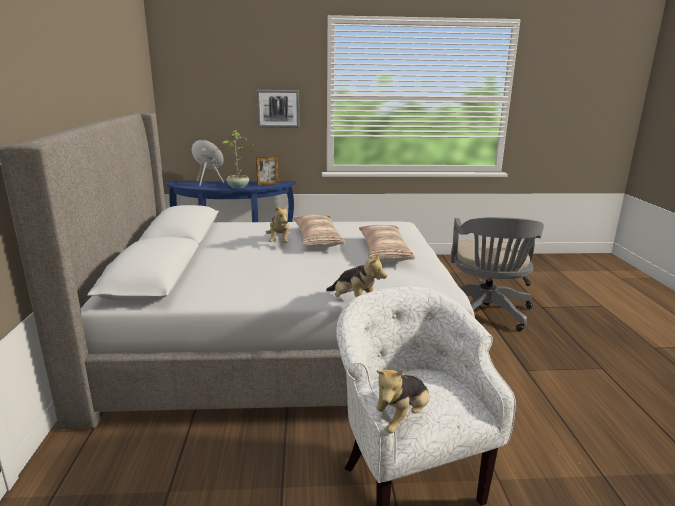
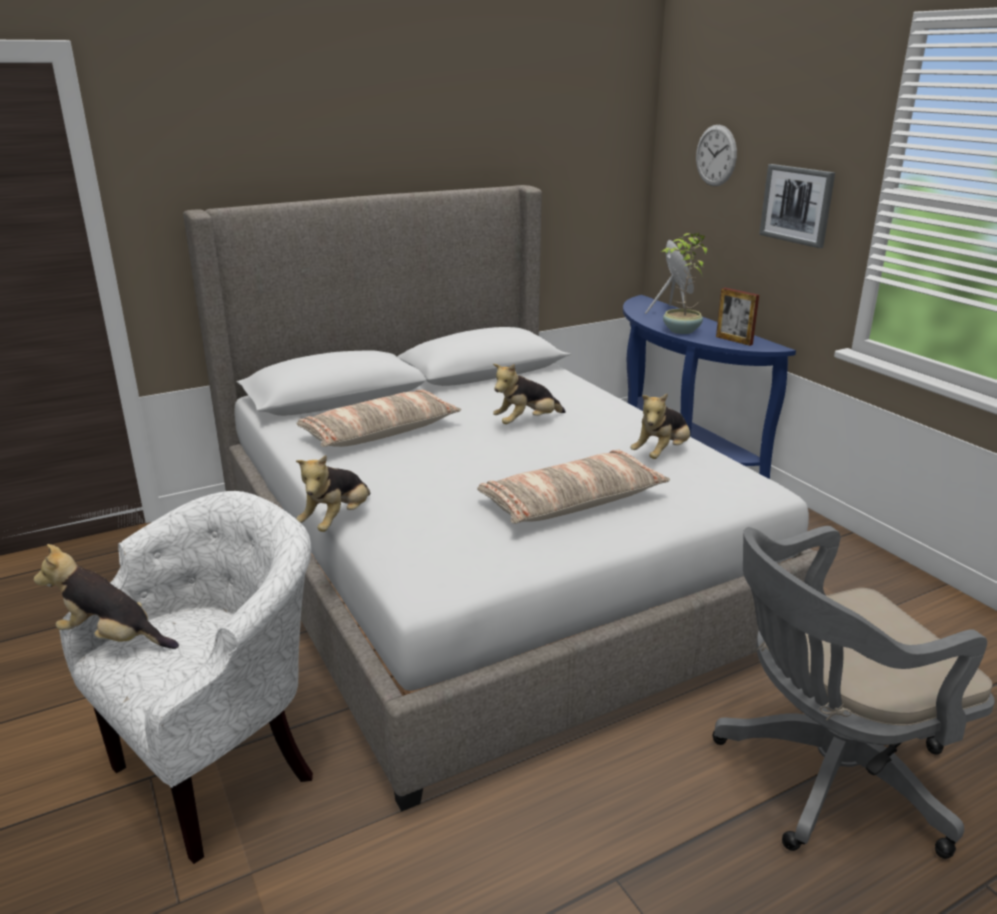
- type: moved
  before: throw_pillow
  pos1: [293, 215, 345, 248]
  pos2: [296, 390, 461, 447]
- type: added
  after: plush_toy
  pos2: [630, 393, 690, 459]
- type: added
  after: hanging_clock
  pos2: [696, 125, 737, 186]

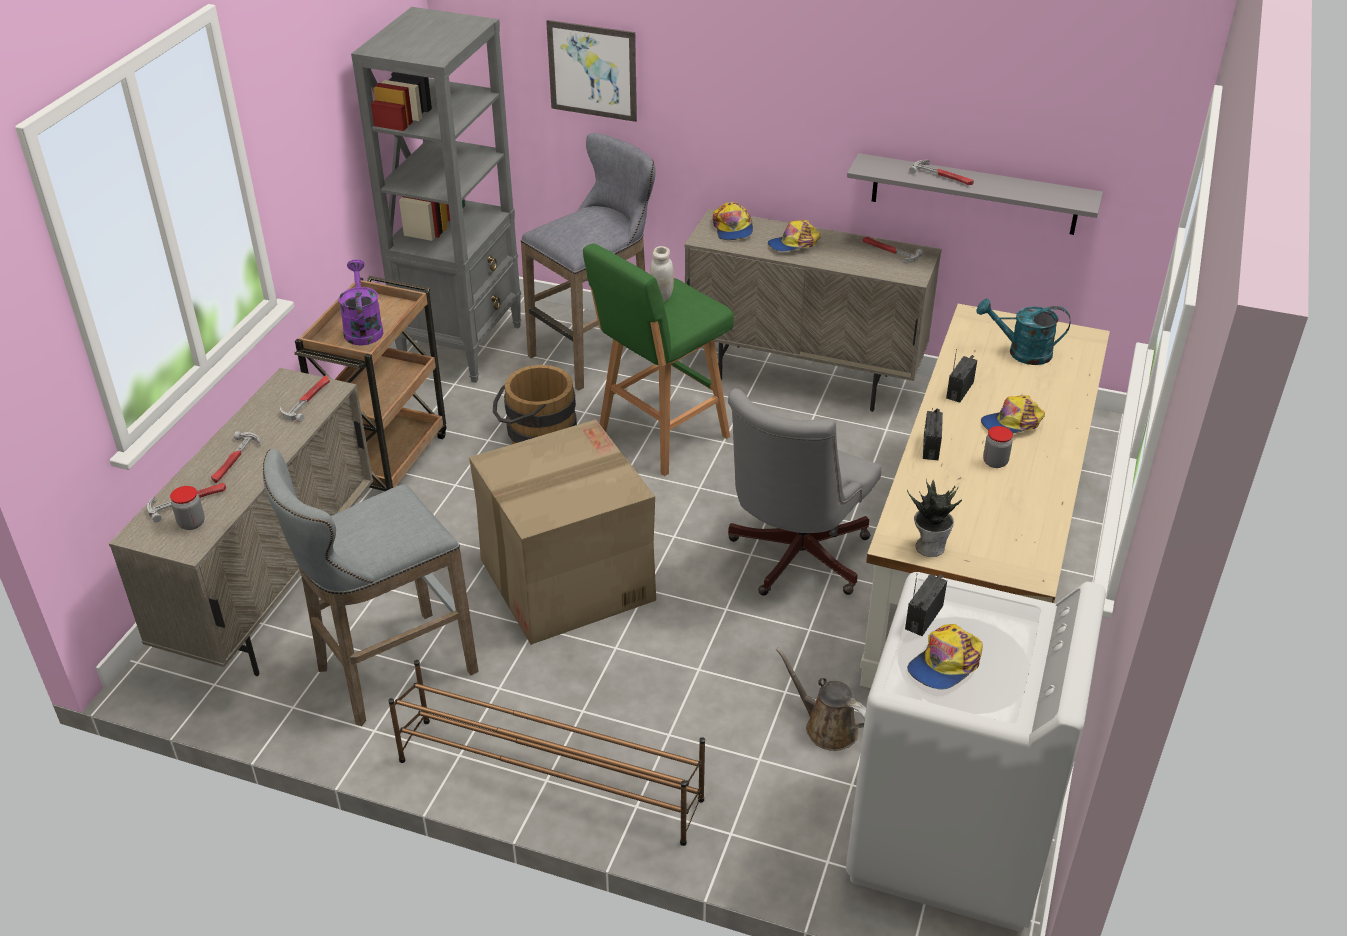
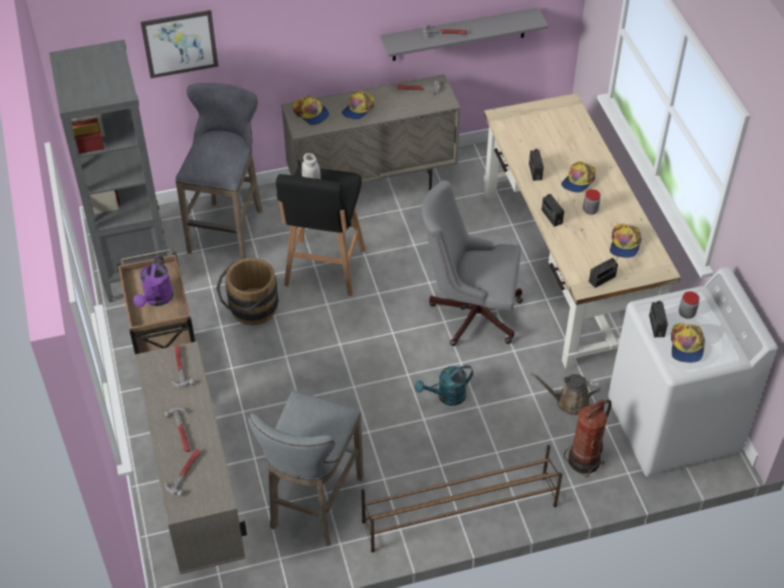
- type: turned
  before: purplish_sprinkling_can
  pos1: [339, 260, 383, 346]
  pos2: [133, 255, 173, 307]
  turn: -120
- type: recoloured
  before: green_stool_seat
  after: black_stool_seat
  pos1: [583, 243, 734, 476]
  pos2: [276, 166, 366, 296]
- type: moved
  before: turquoise-coloured_sprinkling_can
  pos1: [976, 298, 1070, 365]
  pos2: [415, 365, 473, 406]
- type: turned
  before: greyish_computer_chair
  pos1: [728, 388, 881, 596]
  pos2: [421, 180, 523, 346]
  turn: 105
- type: added
  after: fire_extinguisher
  pos2: [564, 399, 612, 477]
- type: replaced
  before: houseplant
  after: radio
  pos1: [907, 479, 962, 557]
  pos2: [589, 249, 619, 288]
- type: added
  after: baseball_cap
  pos2: [610, 223, 642, 258]
- type: moved
  before: jar
  pos1: [170, 486, 205, 530]
  pos2: [679, 291, 699, 319]
- type: removed
  before: cardboard_box
  pos1: [469, 419, 656, 645]

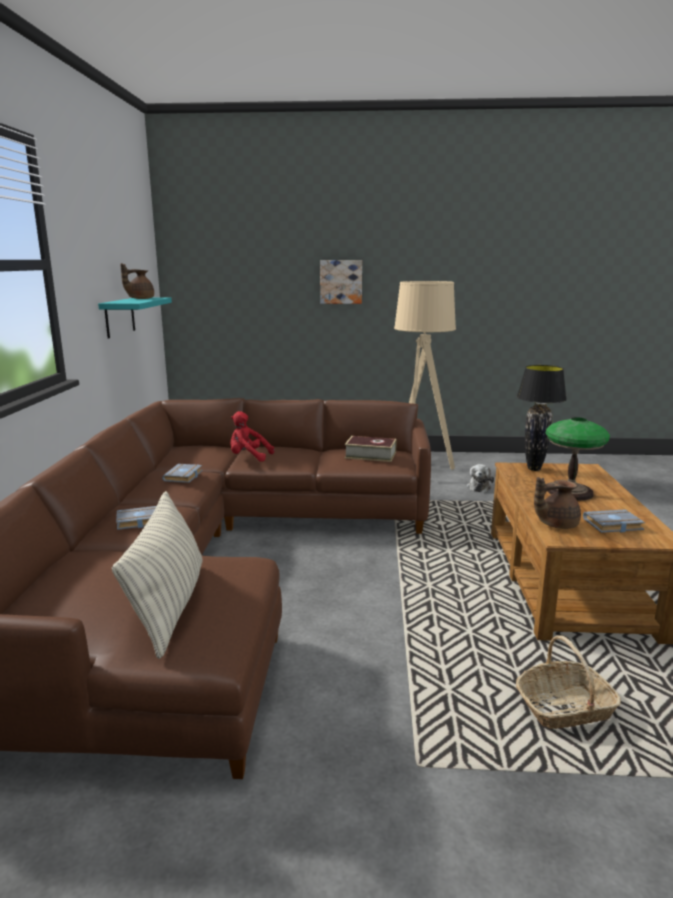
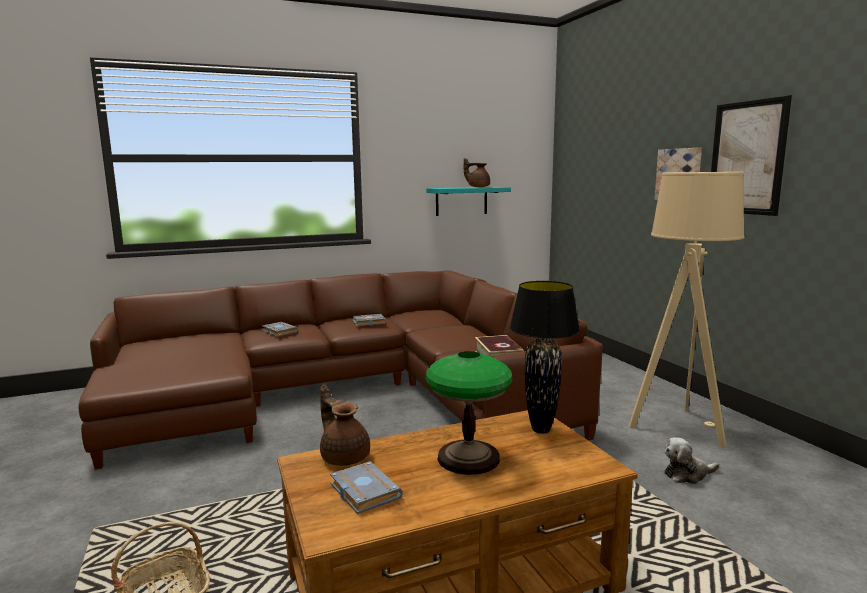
- type: added
  after: wall_picture
  pos2: [711, 95, 792, 216]
- type: removed
  before: throw_pillow
  pos1: [112, 491, 203, 659]
- type: removed
  before: red-coloured_plush_toy
  pos1: [231, 411, 274, 462]

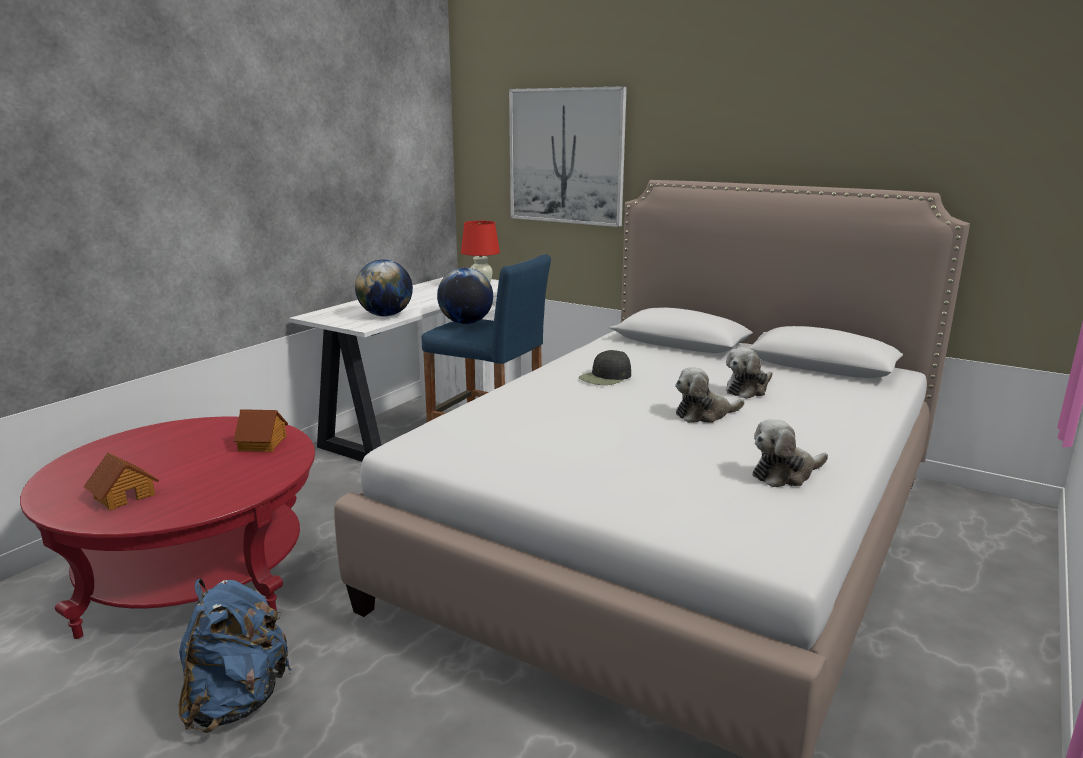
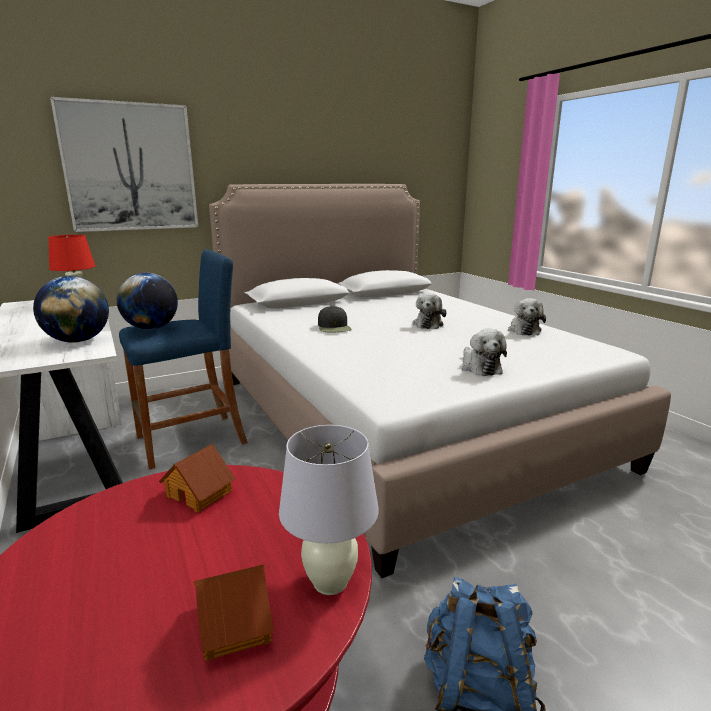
- type: added
  after: white_lamp_for_a_table
  pos2: [279, 425, 379, 595]
- type: moved
  before: plush_toy
  pos1: [726, 347, 773, 399]
  pos2: [462, 329, 507, 376]

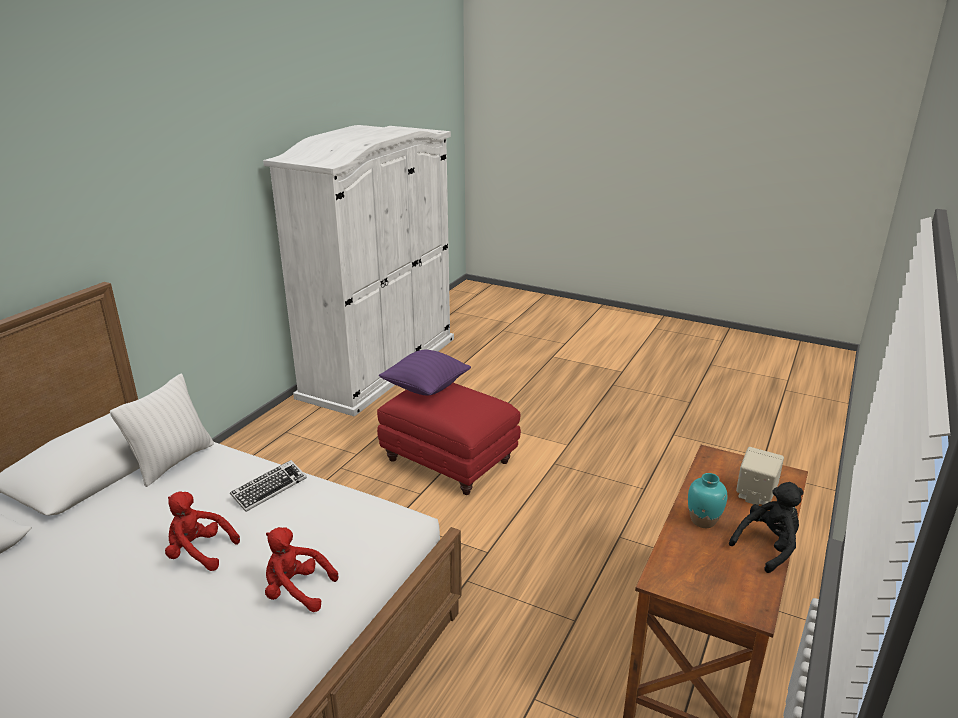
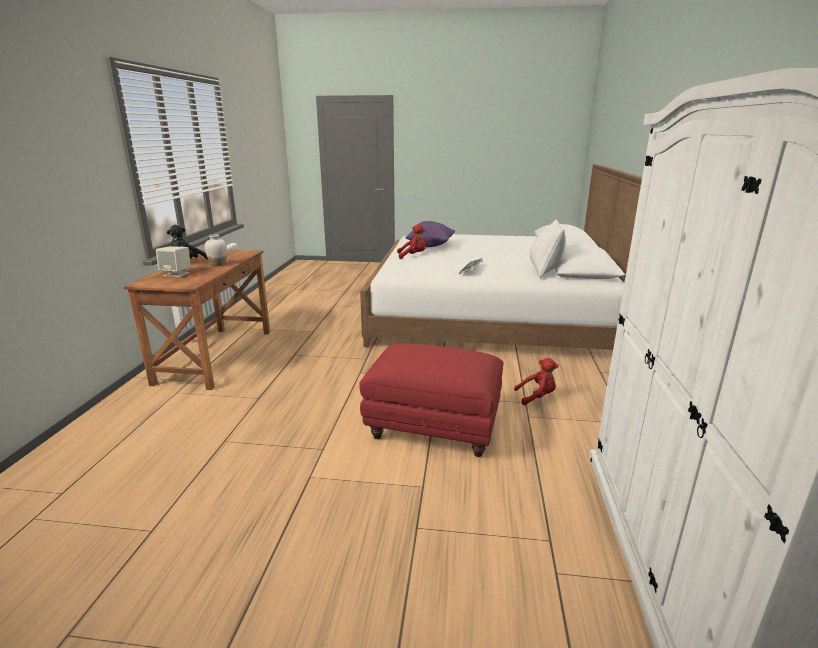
- type: recoloured
  before: turquoise-coloured_vase
  after: white_vase
  pos1: [688, 473, 727, 528]
  pos2: [205, 235, 227, 266]
- type: moved
  before: purplish_throw_pillow
  pos1: [379, 350, 471, 395]
  pos2: [406, 221, 455, 247]
- type: moved
  before: red-coloured_plush_toy
  pos1: [165, 491, 240, 571]
  pos2: [514, 358, 559, 405]

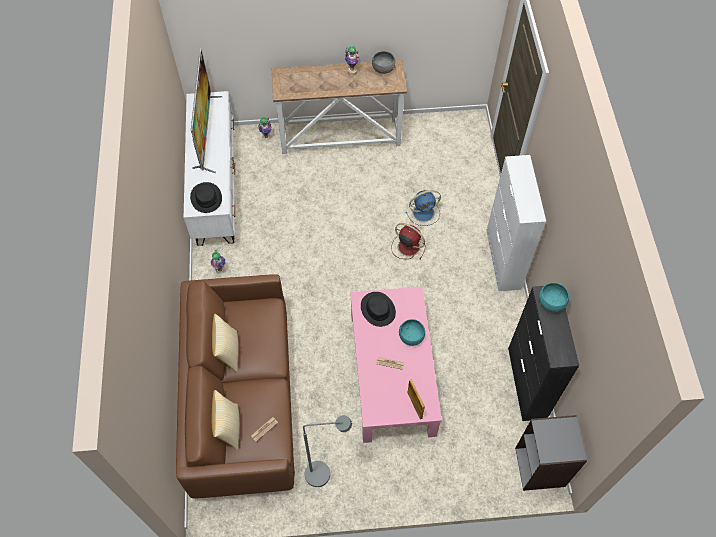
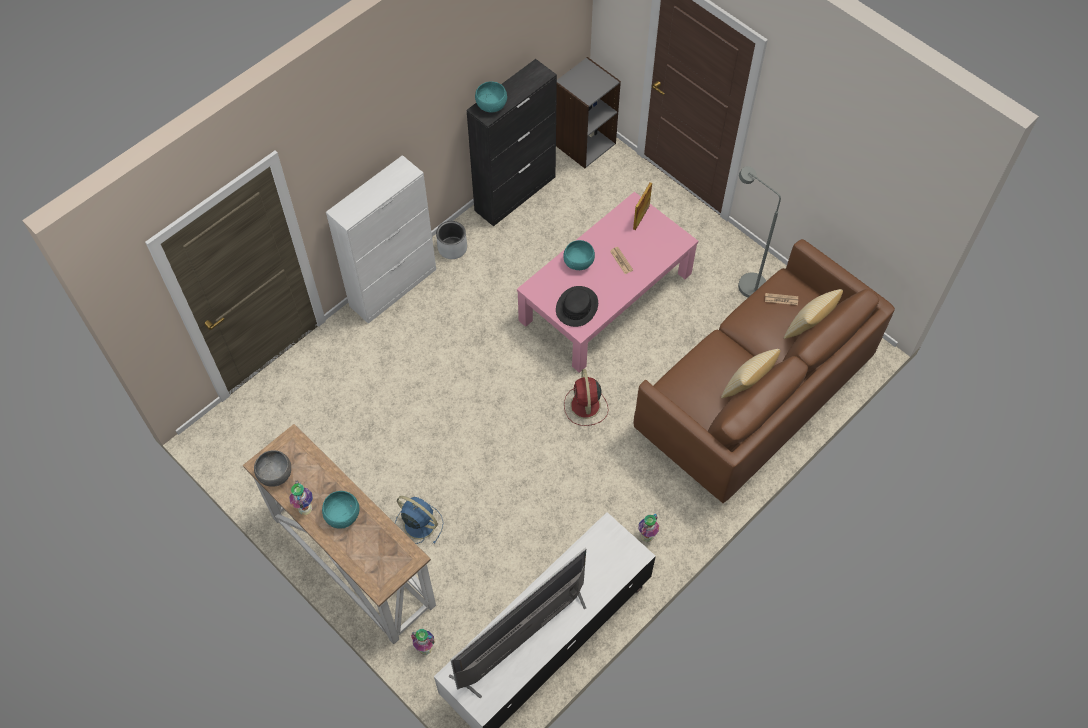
- type: added
  after: turquoise-coloured_bowl
  pos2: [322, 491, 359, 529]
- type: moved
  before: blue-coloured_cooling_fan
  pos1: [406, 190, 441, 226]
  pos2: [395, 496, 443, 544]
- type: added
  after: greyish_plant_pot
  pos2: [436, 221, 467, 259]
- type: moved
  before: red-coloured_cooling_fan
  pos1: [391, 223, 425, 259]
  pos2: [564, 369, 609, 426]
- type: removed
  before: black_hat
  pos1: [190, 182, 222, 213]

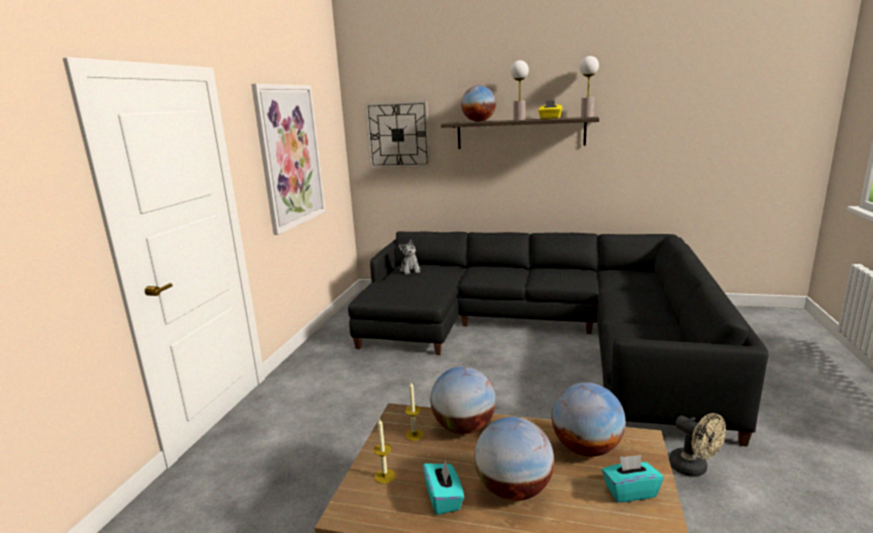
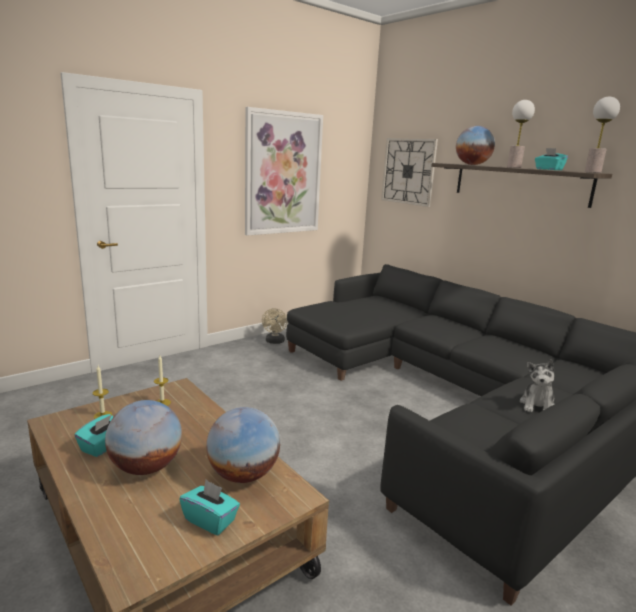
- type: moved
  before: beige_cooling_fan
  pos1: [669, 413, 726, 477]
  pos2: [262, 308, 288, 344]
- type: moved
  before: plush_toy
  pos1: [399, 239, 421, 274]
  pos2: [520, 359, 555, 412]
- type: recoloured
  before: yellowish_tissue_box
  after: turquoise-coloured_tissue_box
  pos1: [538, 100, 563, 119]
  pos2: [535, 148, 568, 170]
- type: removed
  before: desk_globe
  pos1: [430, 366, 496, 434]

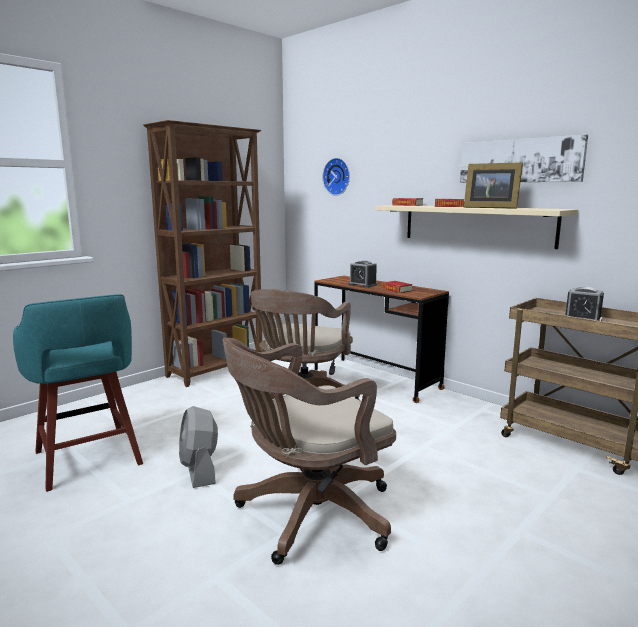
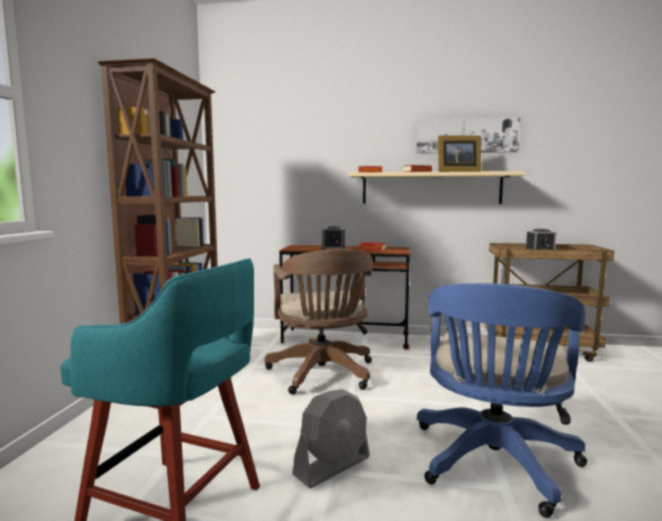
- type: turned
  before: greyish_cooling_fan
  pos1: [179, 406, 218, 488]
  pos2: [292, 389, 370, 488]
  turn: -75
- type: recoloured
  before: brown-coloured_computer_chair
  after: blue-coloured_computer_chair
  pos1: [223, 338, 396, 565]
  pos2: [417, 283, 587, 518]
- type: removed
  before: hanging_clock
  pos1: [323, 158, 350, 195]

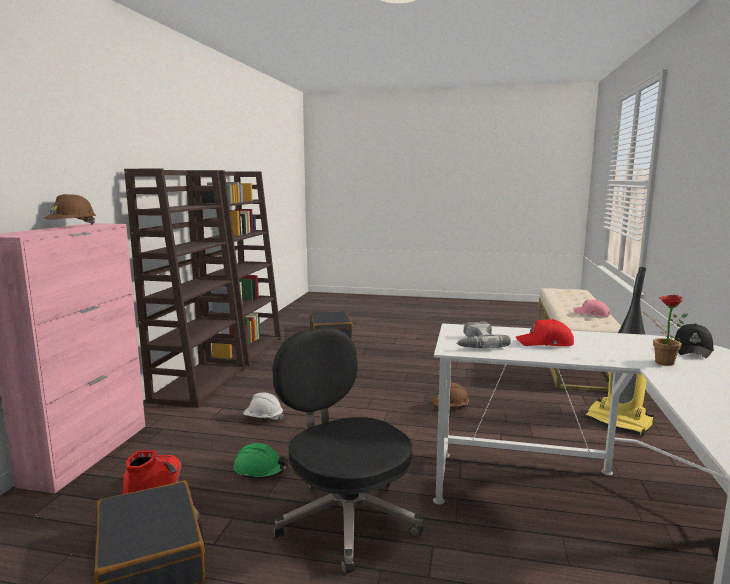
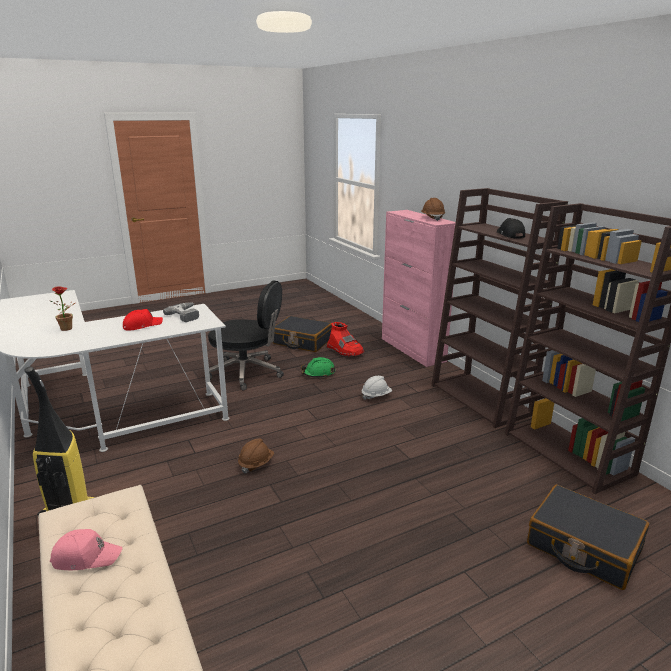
- type: moved
  before: black_baseball_cap
  pos1: [674, 323, 714, 358]
  pos2: [497, 218, 525, 238]

